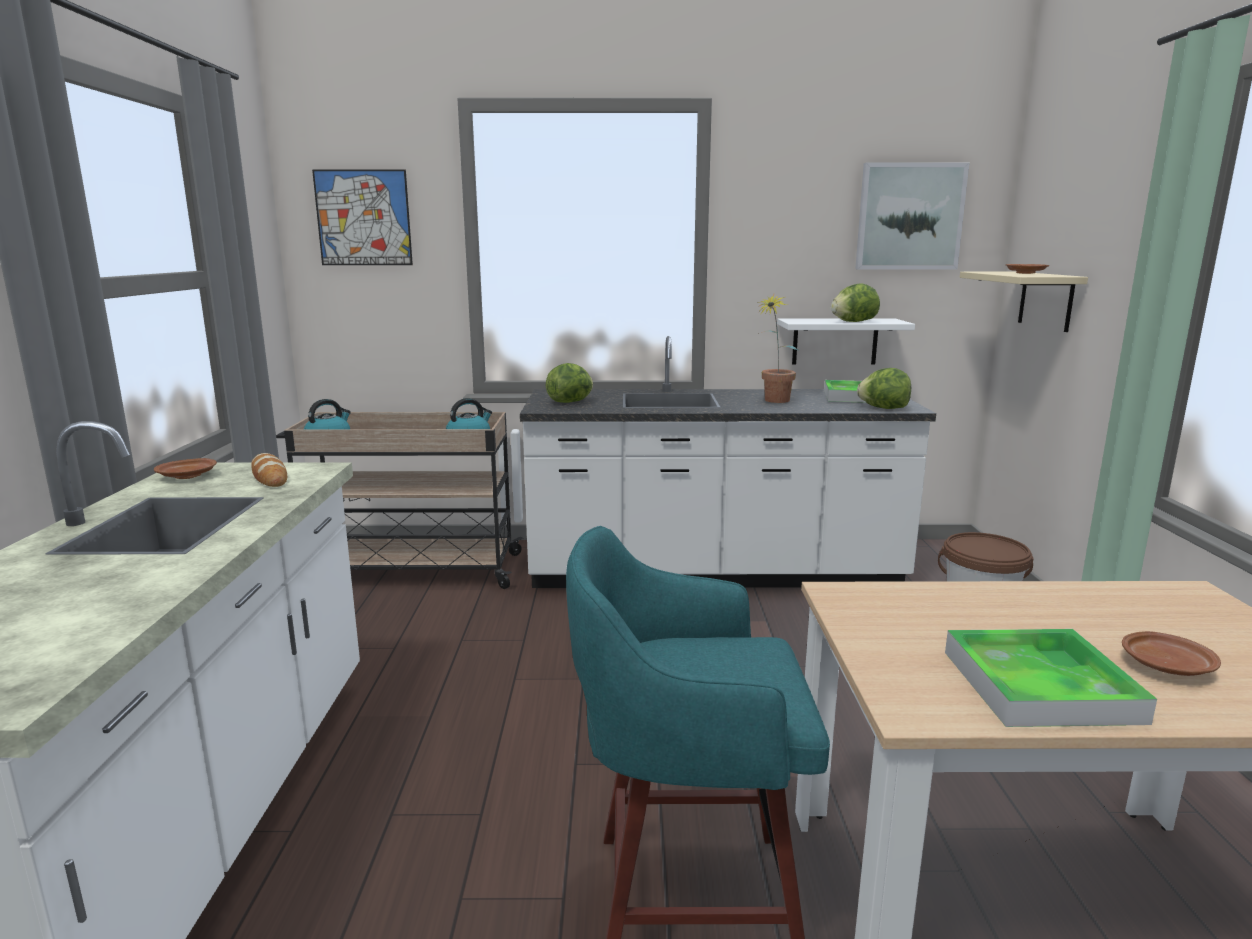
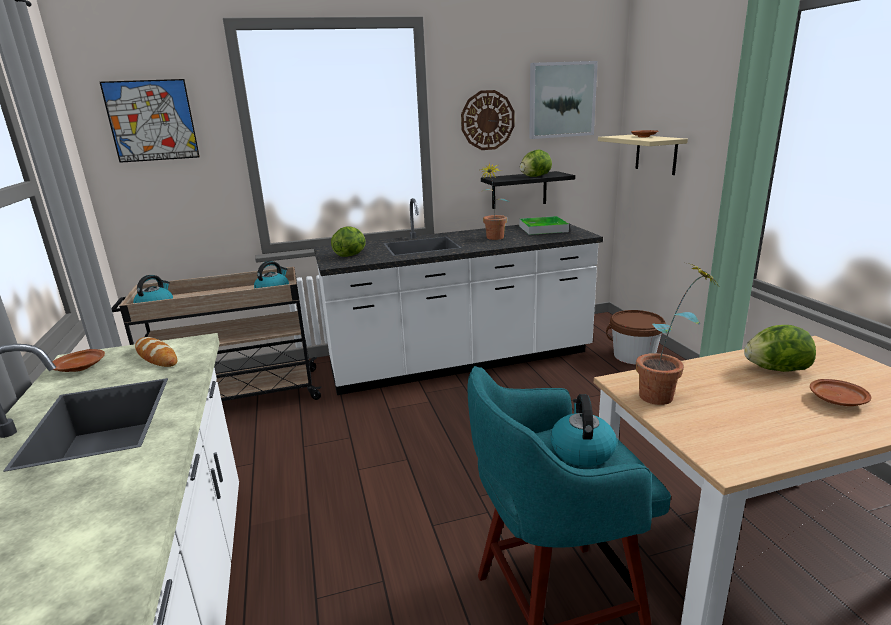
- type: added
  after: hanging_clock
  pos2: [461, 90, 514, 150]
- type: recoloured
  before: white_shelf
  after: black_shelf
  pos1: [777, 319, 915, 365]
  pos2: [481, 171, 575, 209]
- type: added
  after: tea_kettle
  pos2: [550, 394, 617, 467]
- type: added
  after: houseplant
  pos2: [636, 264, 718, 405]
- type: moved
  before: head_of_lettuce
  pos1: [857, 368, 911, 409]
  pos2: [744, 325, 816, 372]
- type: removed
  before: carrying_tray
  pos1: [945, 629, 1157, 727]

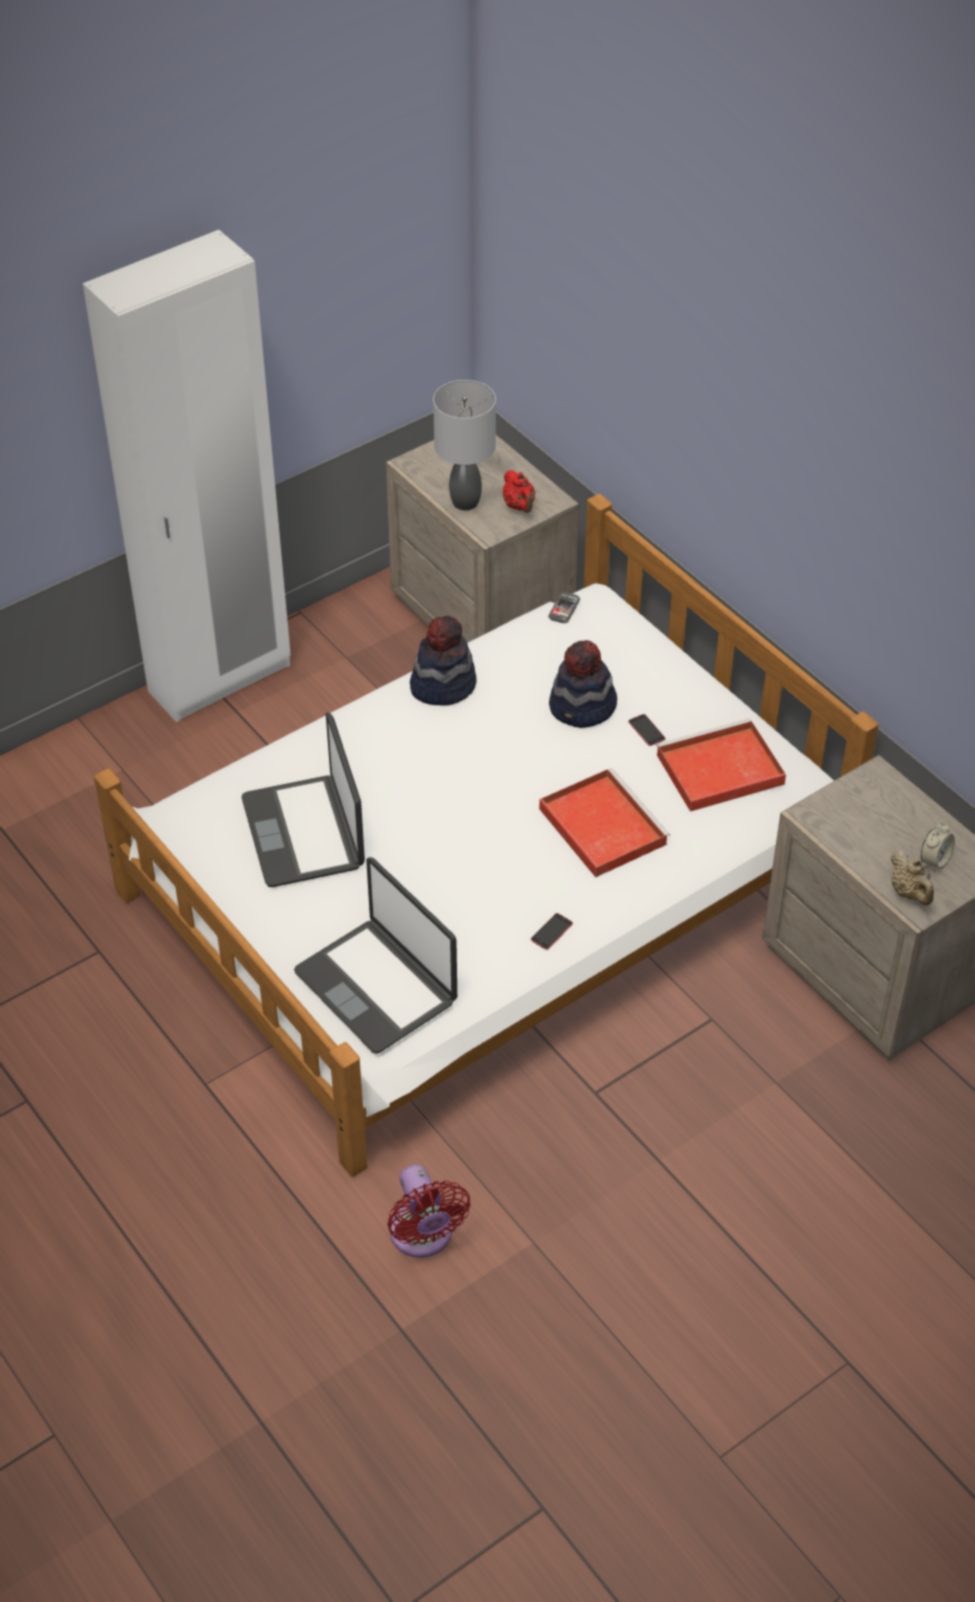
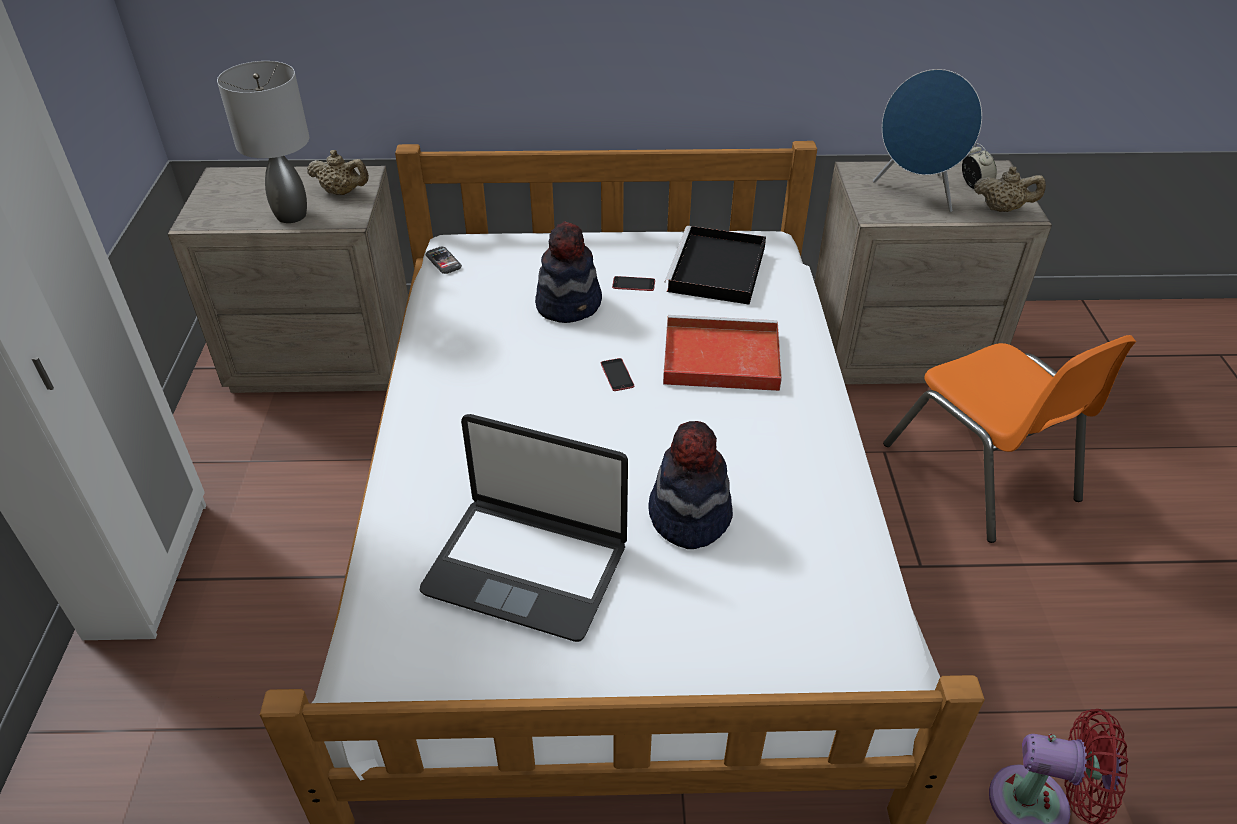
- type: recoloured
  before: red-coloured_teapot
  after: beige_teapot
  pos1: [503, 470, 535, 513]
  pos2: [307, 150, 369, 195]
- type: moved
  before: phone
  pos1: [531, 913, 573, 950]
  pos2: [601, 358, 634, 391]
- type: moved
  before: hat
  pos1: [410, 616, 477, 706]
  pos2: [648, 421, 733, 549]
- type: recoloured
  before: red-coloured_carrying_tray
  after: black_carrying_tray
  pos1: [656, 719, 786, 812]
  pos2: [664, 226, 766, 305]
- type: added
  after: blue-coloured_loudspeaker
  pos2: [873, 69, 982, 212]
- type: added
  after: orange-coloured_plain_chair
  pos2: [883, 335, 1136, 543]
- type: removed
  before: portable_computer
  pos1: [294, 857, 457, 1054]

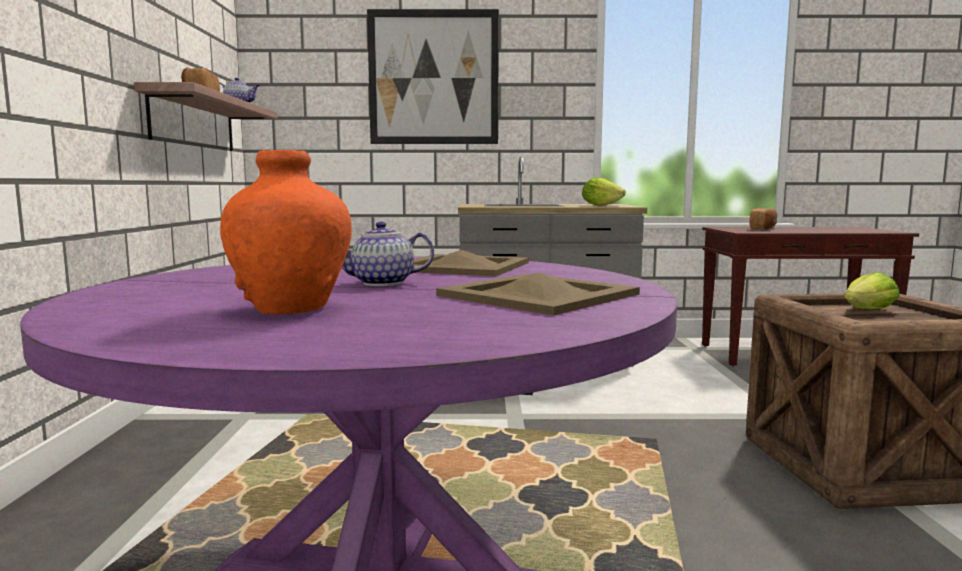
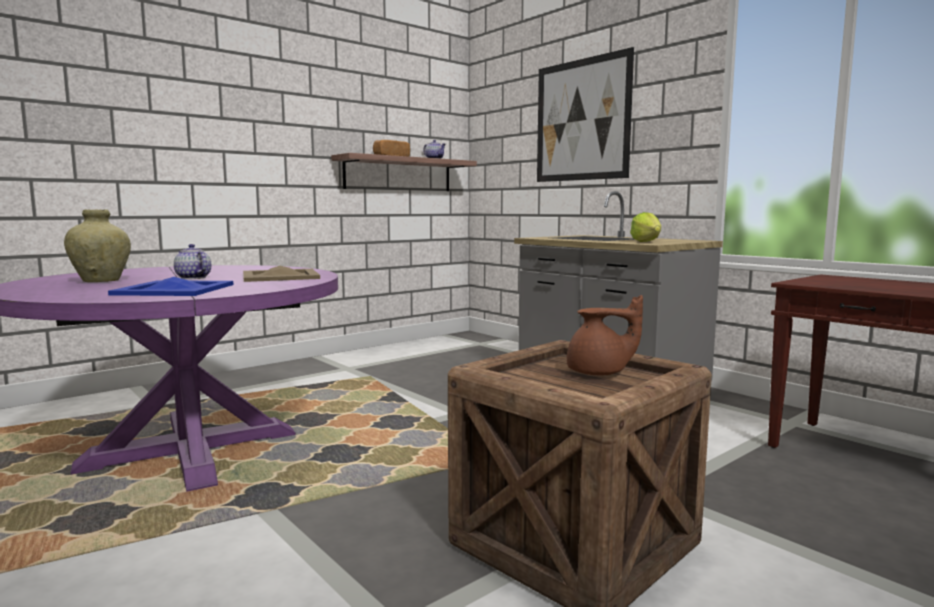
- type: recoloured
  before: orange-coloured_vase
  after: beige_vase
  pos1: [220, 150, 352, 315]
  pos2: [64, 209, 131, 282]
- type: recoloured
  before: beige_carrying_tray
  after: blue-coloured_carrying_tray
  pos1: [436, 272, 640, 316]
  pos2: [108, 277, 233, 296]
- type: replaced
  before: head_of_lettuce
  after: brown-coloured_teapot
  pos1: [844, 272, 900, 309]
  pos2: [567, 295, 643, 375]
- type: removed
  before: baked_bread
  pos1: [750, 208, 777, 230]

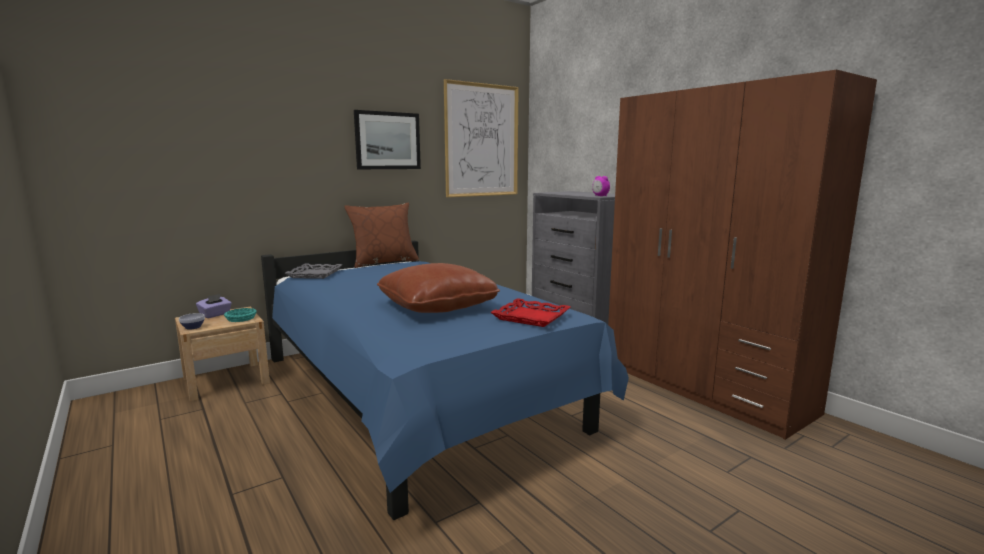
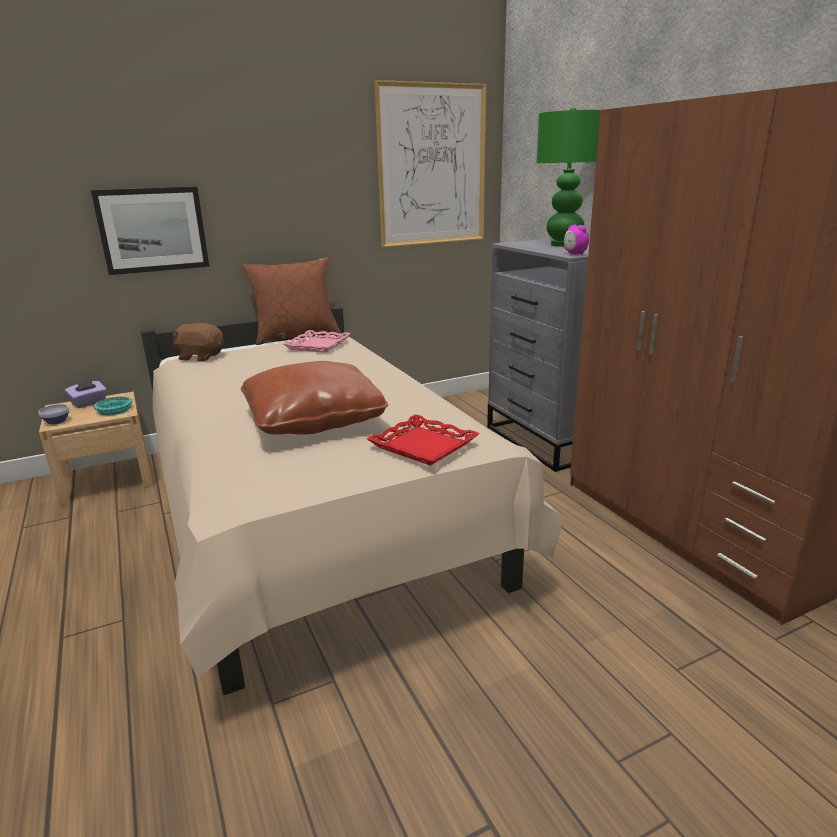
- type: moved
  before: wall_picture
  pos1: [354, 110, 421, 169]
  pos2: [91, 187, 209, 275]
- type: recoloured
  before: blue-coloured_sleeping_bed
  after: beige_sleeping_bed
  pos1: [261, 241, 629, 520]
  pos2: [141, 306, 562, 695]
- type: replaced
  before: greyish_carrying_tray
  after: brown-coloured_plush_toy
  pos1: [285, 264, 342, 279]
  pos2: [172, 323, 223, 362]
- type: added
  after: pinkish_carrying_tray
  pos2: [283, 330, 351, 352]
- type: added
  after: green_lamp_for_a_table
  pos2: [536, 107, 600, 247]

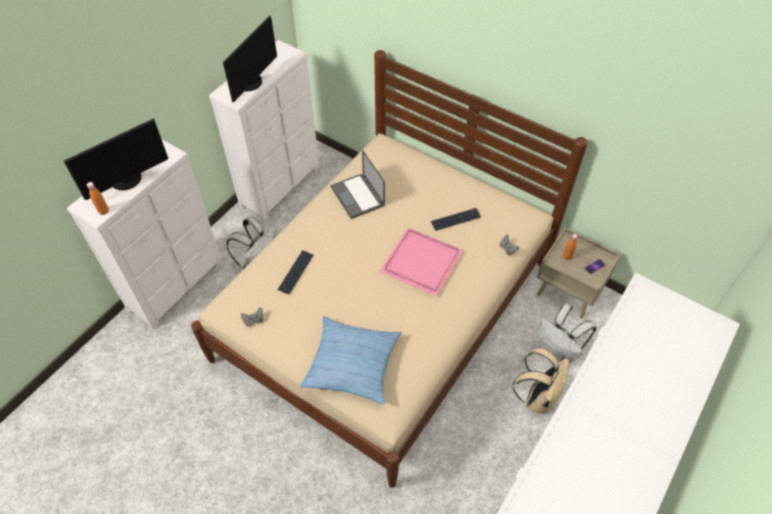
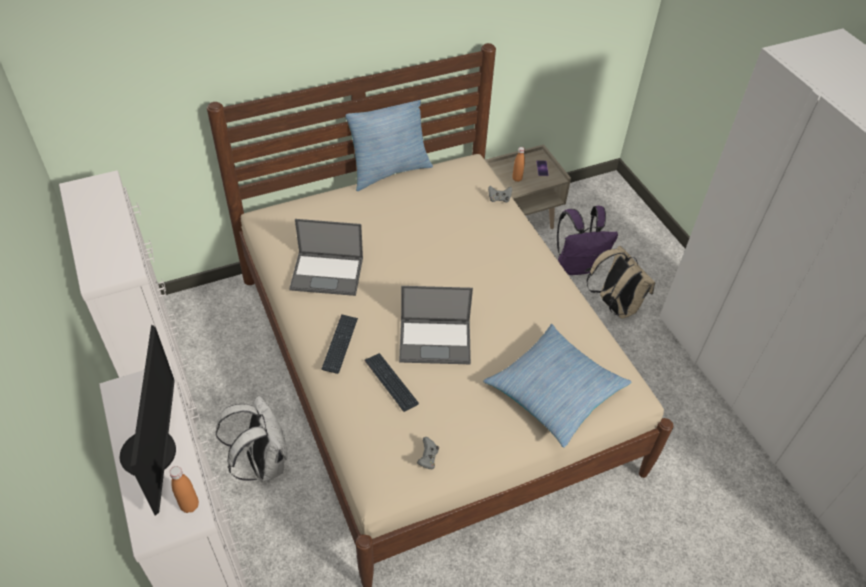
- type: moved
  before: computer_keyboard
  pos1: [431, 208, 481, 231]
  pos2: [321, 314, 358, 374]
- type: added
  after: throw_pillow
  pos2: [345, 100, 433, 191]
- type: added
  after: portable_computer
  pos2: [399, 286, 473, 364]
- type: recoloured
  before: white_rucksack
  after: purplish_rucksack
  pos1: [537, 304, 596, 364]
  pos2: [557, 206, 618, 275]
- type: removed
  before: monitor
  pos1: [223, 15, 277, 102]
- type: removed
  before: pinkish_carrying_tray
  pos1: [380, 228, 463, 296]

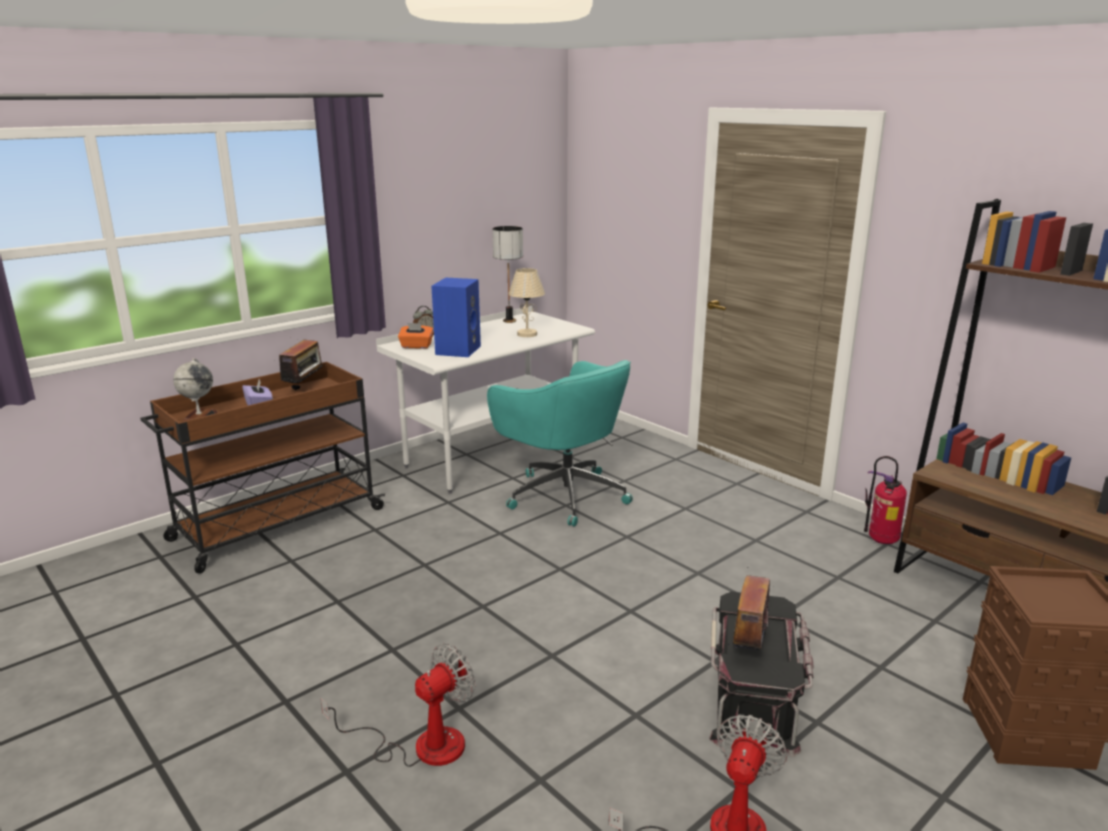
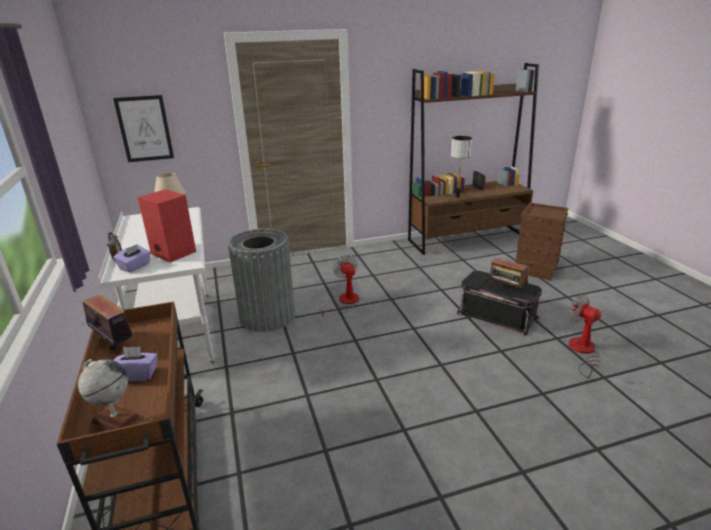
- type: added
  after: wall_picture
  pos2: [113, 95, 174, 162]
- type: recoloured
  before: orange-coloured_tissue_box
  after: purplish_tissue_box
  pos1: [398, 323, 434, 349]
  pos2: [113, 244, 151, 272]
- type: recoloured
  before: blue-coloured_loudspeaker
  after: red-coloured_loudspeaker
  pos1: [431, 278, 481, 357]
  pos2: [138, 189, 196, 263]
- type: replaced
  before: turquoise-coloured_computer_chair
  after: greyish_waste_bin
  pos1: [487, 360, 633, 527]
  pos2: [228, 228, 295, 332]
- type: moved
  before: cooling_fan
  pos1: [320, 644, 476, 767]
  pos2: [320, 255, 359, 318]
- type: moved
  before: lamp_for_a_table
  pos1: [492, 226, 523, 323]
  pos2: [451, 136, 472, 199]
- type: removed
  before: fire_extinguisher
  pos1: [864, 456, 907, 544]

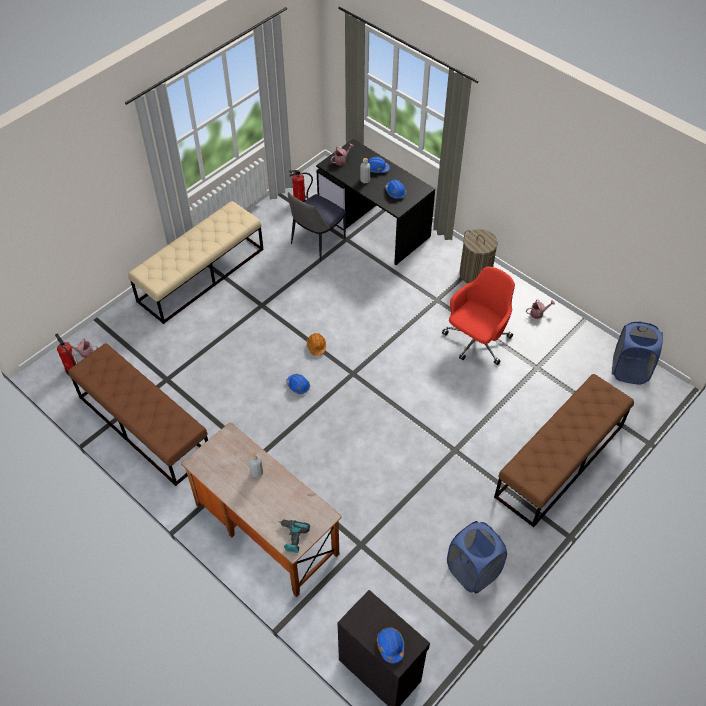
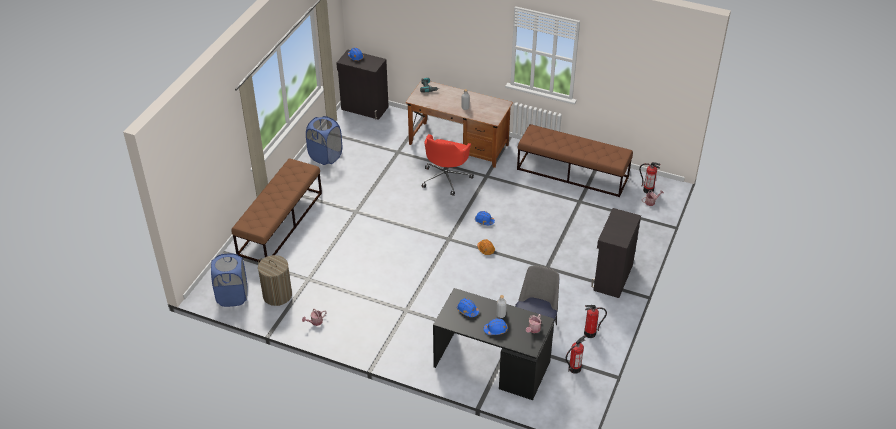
- type: moved
  before: washing_basket
  pos1: [460, 229, 498, 284]
  pos2: [258, 255, 292, 306]
- type: moved
  before: red-coloured_computer_chair
  pos1: [442, 267, 515, 365]
  pos2: [422, 134, 474, 196]
- type: added
  after: fire_extinguisher
  pos2: [584, 305, 607, 338]
- type: replaced
  before: beige_bench
  after: black_storage_cabinet
  pos1: [128, 201, 264, 324]
  pos2: [591, 208, 641, 298]

